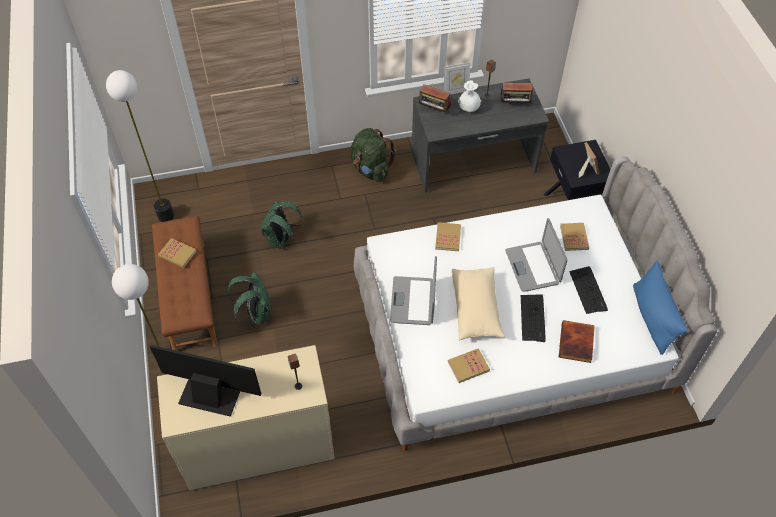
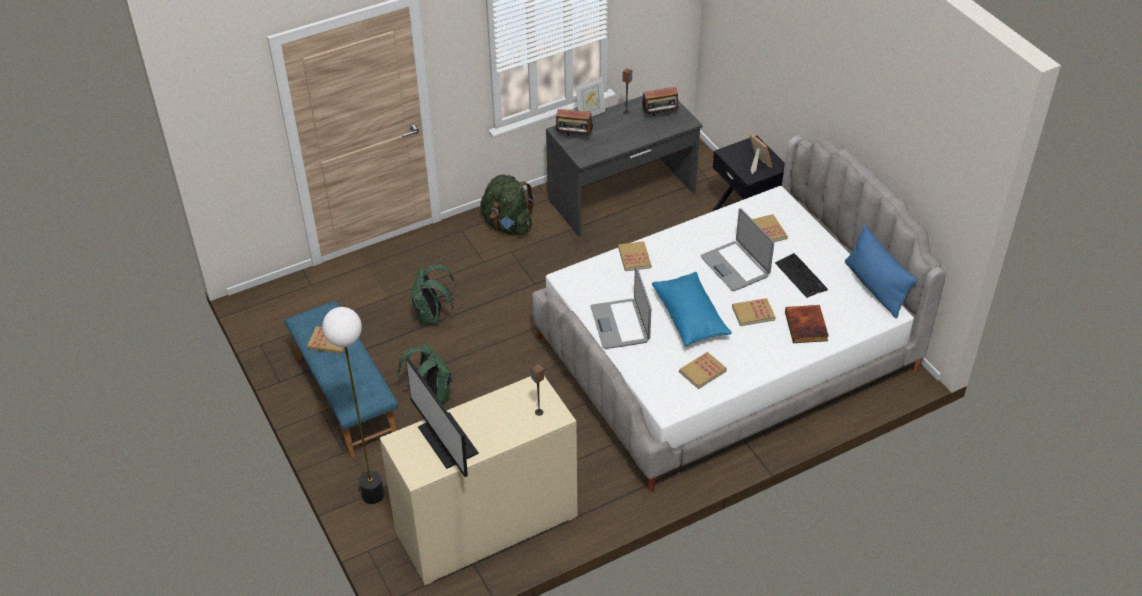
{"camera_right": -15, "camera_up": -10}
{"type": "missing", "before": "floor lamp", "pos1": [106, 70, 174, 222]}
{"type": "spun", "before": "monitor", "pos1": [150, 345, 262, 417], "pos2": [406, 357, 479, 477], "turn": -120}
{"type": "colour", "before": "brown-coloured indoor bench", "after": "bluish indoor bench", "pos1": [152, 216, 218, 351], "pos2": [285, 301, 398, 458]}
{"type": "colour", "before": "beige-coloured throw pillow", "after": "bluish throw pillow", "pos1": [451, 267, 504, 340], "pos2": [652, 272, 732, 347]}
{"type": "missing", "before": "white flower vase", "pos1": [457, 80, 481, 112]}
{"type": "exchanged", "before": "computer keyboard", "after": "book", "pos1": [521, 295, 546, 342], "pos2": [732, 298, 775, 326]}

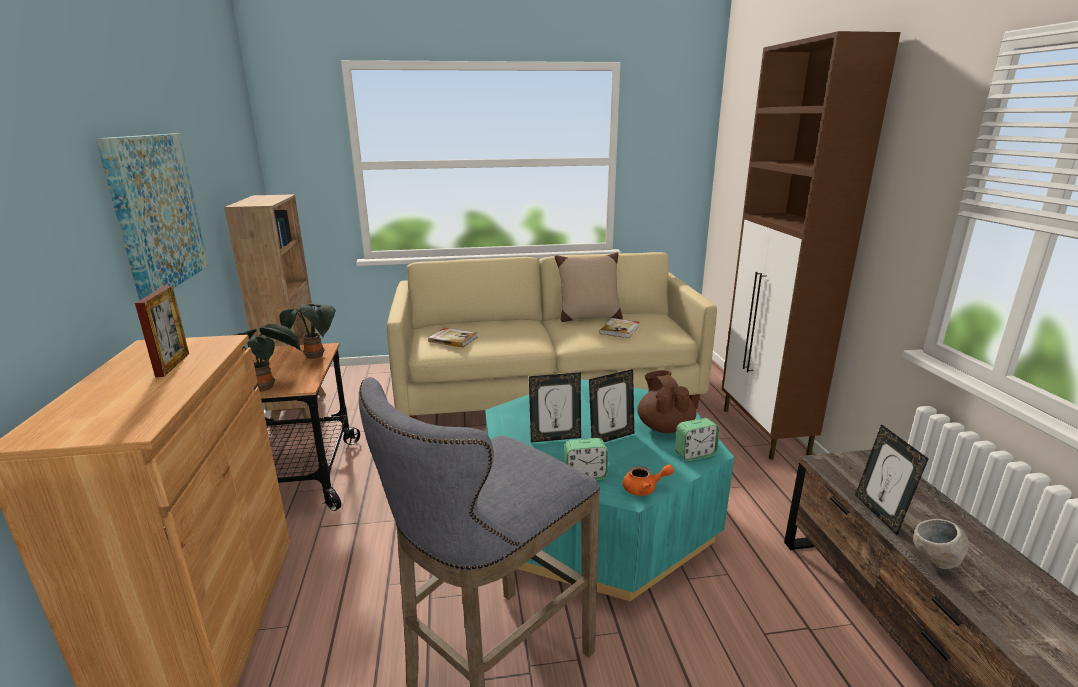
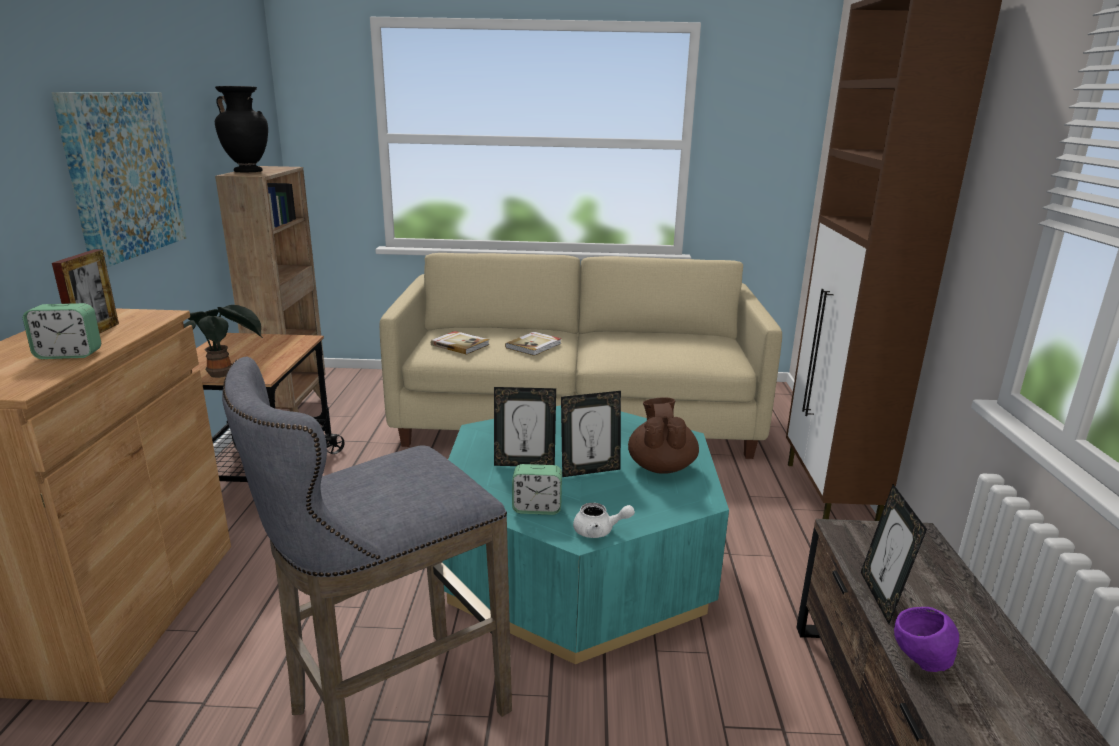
{"camera_right": 10, "camera_up": 0}
{"type": "missing", "before": "plant in a pot", "pos1": [280, 303, 335, 359]}
{"type": "missing", "before": "beige-coloured throw pillow", "pos1": [555, 252, 623, 322]}
{"type": "relocated", "before": "book", "pos1": [599, 318, 639, 338], "pos2": [505, 332, 562, 356]}
{"type": "colour", "before": "orange-coloured pot for tea", "after": "white pot for tea", "pos1": [623, 464, 674, 496], "pos2": [573, 503, 635, 538]}
{"type": "relocated", "before": "alarm clock", "pos1": [675, 418, 719, 461], "pos2": [23, 303, 101, 359]}
{"type": "colour", "before": "gray bowl", "after": "purple-coloured bowl", "pos1": [913, 519, 969, 569], "pos2": [894, 607, 959, 672]}
{"type": "appeared", "after": "blackish flower vase", "pos2": [215, 86, 268, 172]}

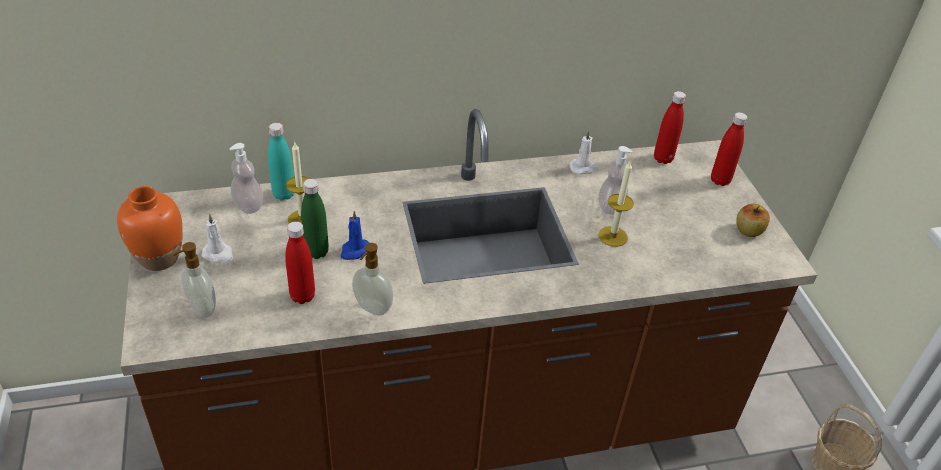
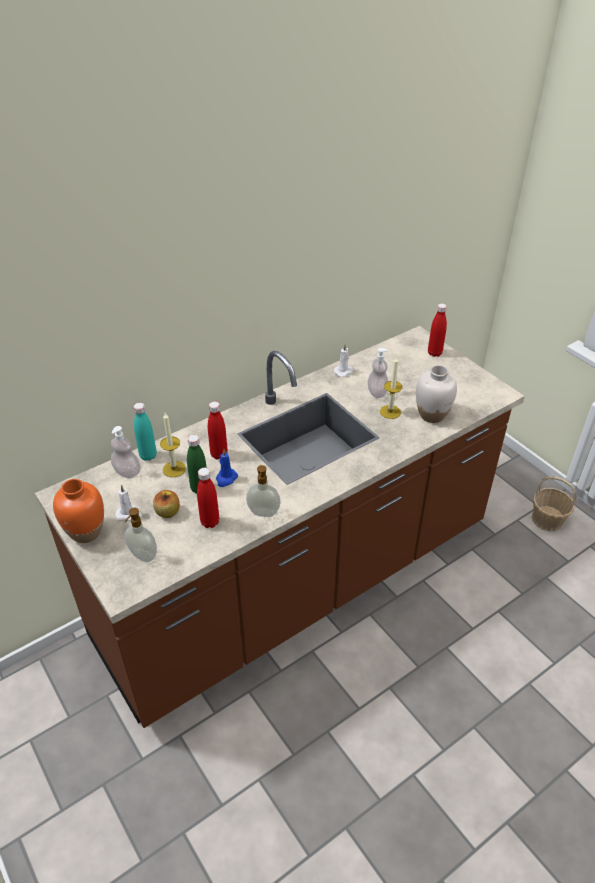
{"camera_right": -20, "camera_up": 0}
{"type": "relocated", "before": "red drink bottle", "pos1": [654, 91, 686, 164], "pos2": [208, 401, 228, 460]}
{"type": "relocated", "before": "whole apple", "pos1": [736, 204, 770, 237], "pos2": [153, 490, 180, 518]}
{"type": "appeared", "after": "white flower vase", "pos2": [416, 365, 457, 423]}

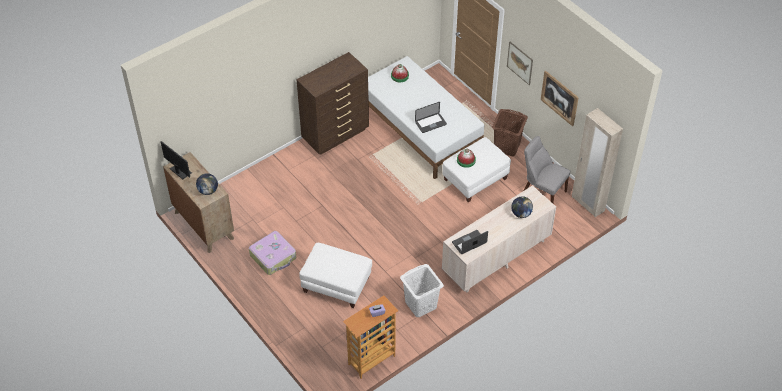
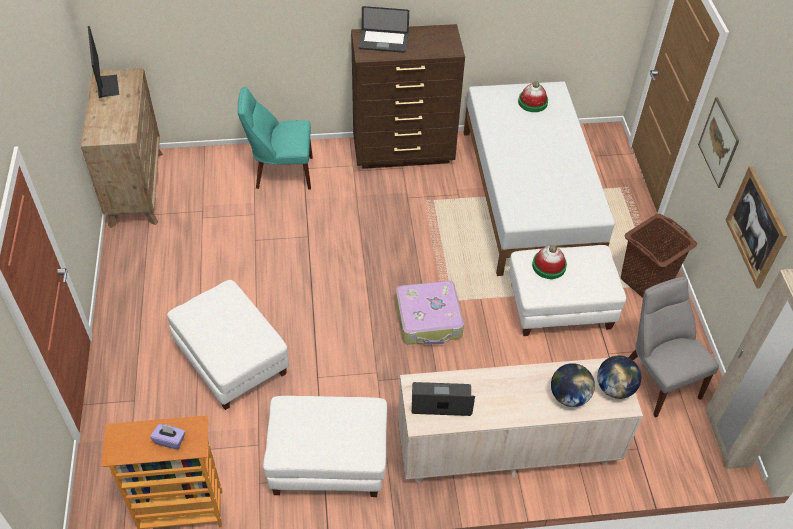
{"camera_right": 30, "camera_up": 0}
{"type": "relocated", "before": "desk globe", "pos1": [196, 173, 218, 195], "pos2": [597, 355, 641, 399]}
{"type": "relocated", "before": "travel case", "pos1": [249, 231, 296, 275], "pos2": [396, 281, 464, 344]}
{"type": "exchanged", "before": "white laundry basket", "after": "white ottoman", "pos1": [400, 264, 444, 317], "pos2": [263, 396, 387, 497]}
{"type": "relocated", "before": "notebook computer", "pos1": [415, 102, 447, 133], "pos2": [359, 6, 409, 53]}
{"type": "appeared", "after": "turquoise plain chair", "pos2": [238, 87, 313, 189]}

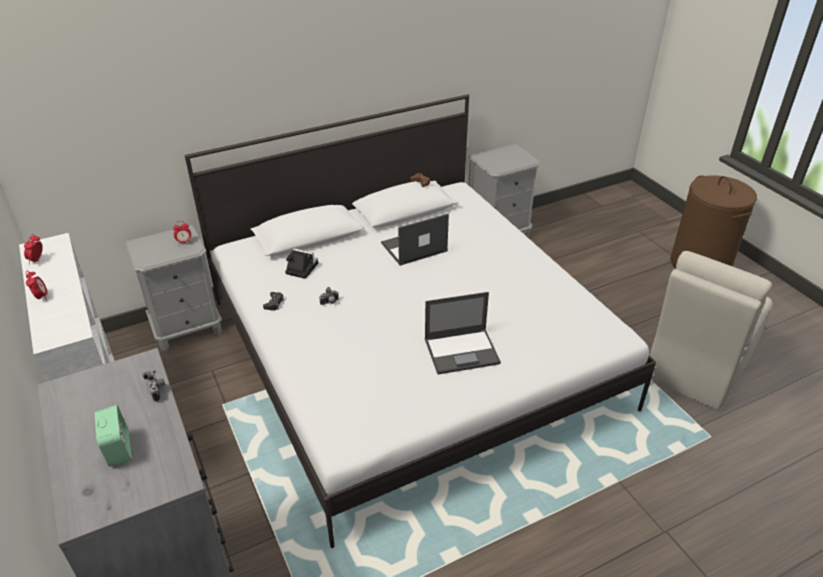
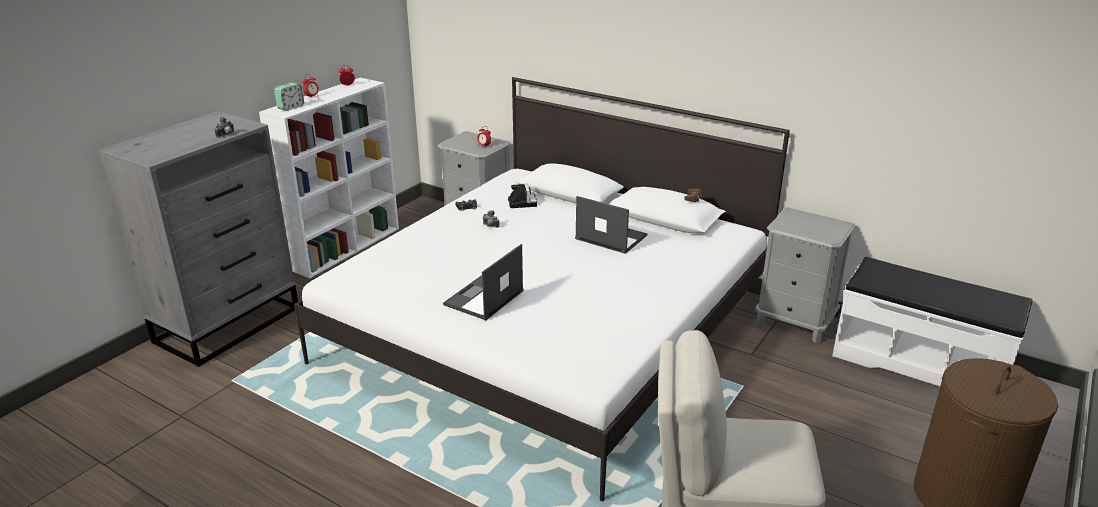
{"camera_right": 60, "camera_up": -10}
{"type": "relocated", "before": "alarm clock", "pos1": [95, 405, 132, 467], "pos2": [274, 83, 304, 111]}
{"type": "spun", "before": "notebook computer", "pos1": [425, 292, 501, 375], "pos2": [443, 244, 524, 320], "turn": 75}
{"type": "appeared", "after": "white indoor bench", "pos2": [832, 257, 1033, 386]}

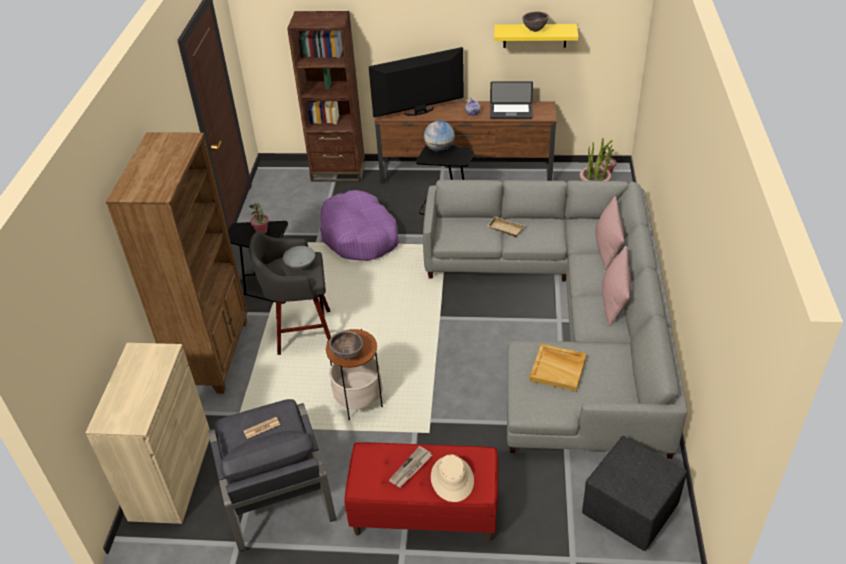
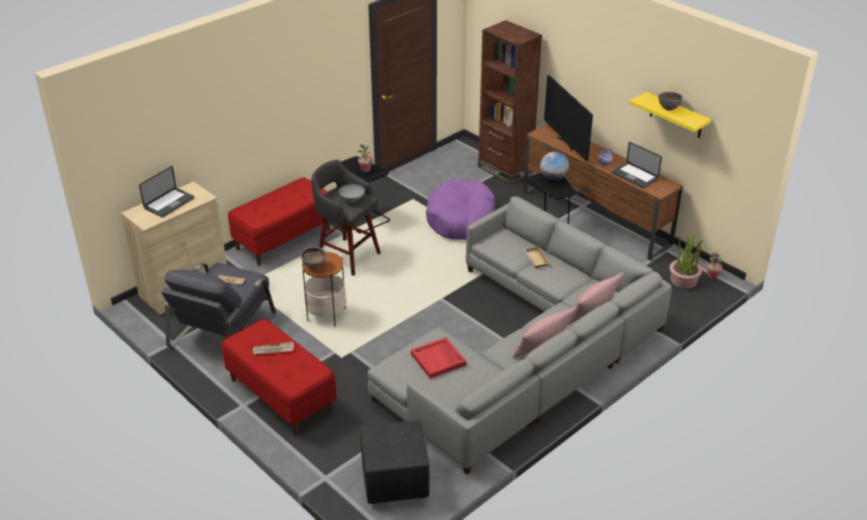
{"camera_right": 40, "camera_up": -5}
{"type": "exchanged", "before": "brown-coloured bookshelf", "after": "red indoor bench", "pos1": [106, 132, 248, 394], "pos2": [228, 177, 330, 266]}
{"type": "spun", "before": "television", "pos1": [369, 47, 464, 117], "pos2": [544, 75, 593, 162], "turn": -135}
{"type": "missing", "before": "beige-coloured hat", "pos1": [431, 454, 474, 502]}
{"type": "colour", "before": "beige-coloured carrying tray", "after": "red carrying tray", "pos1": [529, 344, 587, 392], "pos2": [411, 337, 466, 379]}
{"type": "appeared", "after": "notebook computer", "pos2": [139, 166, 194, 217]}

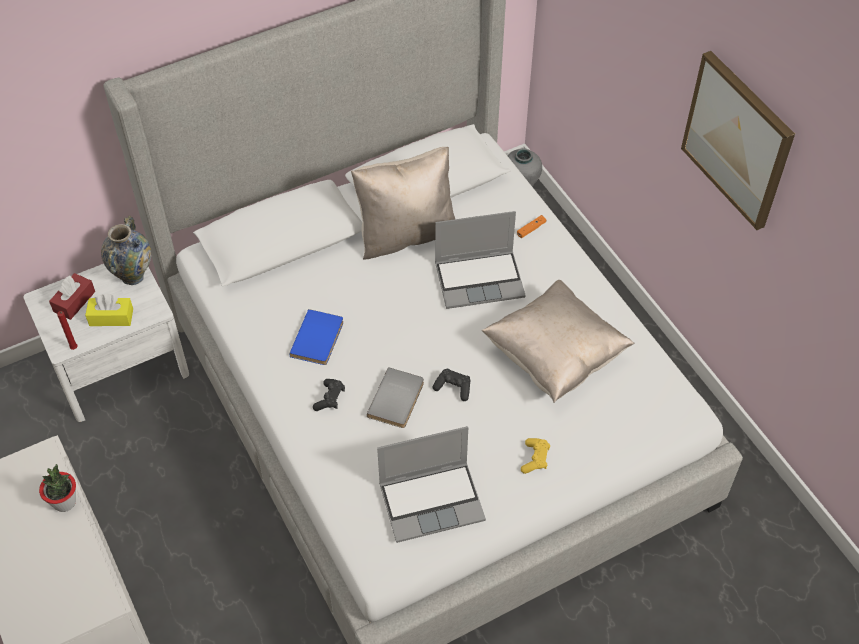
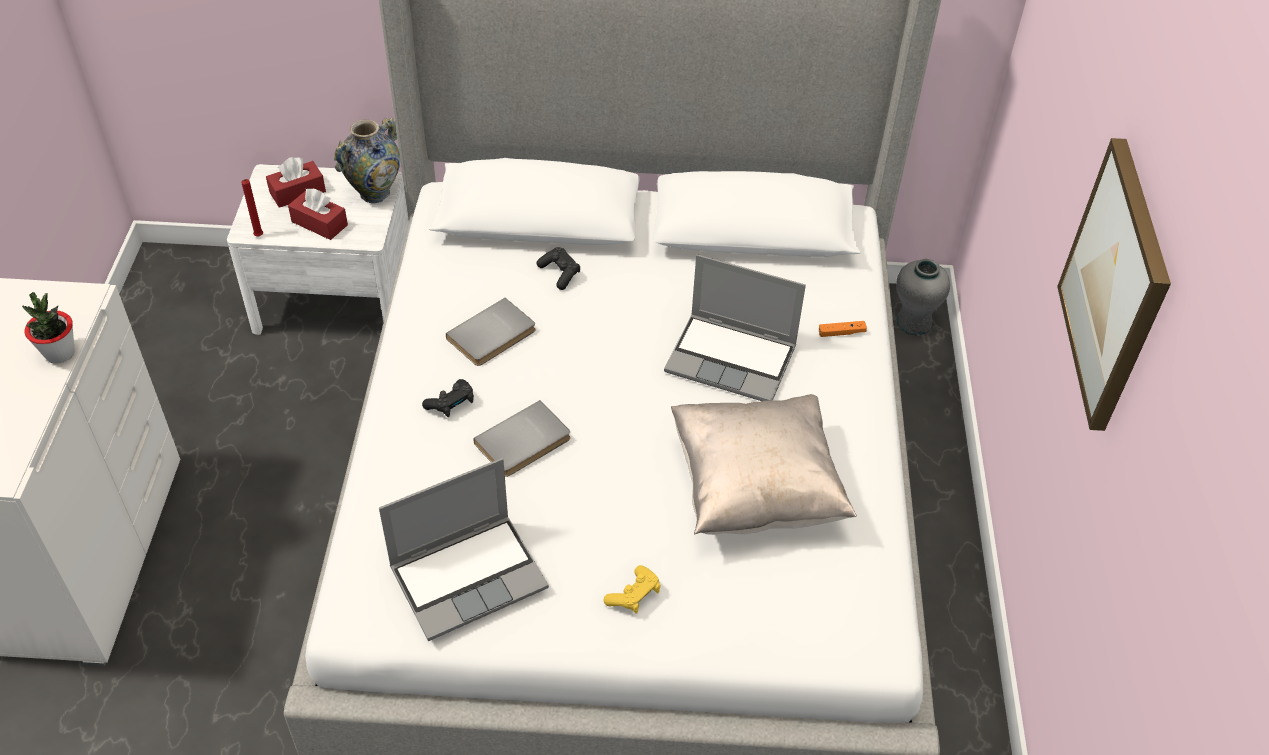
{"camera_right": 30, "camera_up": -5}
{"type": "colour", "before": "yellow-coloured tissue holder", "after": "red tissue holder", "pos1": [85, 294, 133, 326], "pos2": [288, 188, 348, 240]}
{"type": "colour", "before": "bluish book", "after": "gray book", "pos1": [289, 309, 343, 365], "pos2": [446, 298, 535, 366]}
{"type": "missing", "before": "beige-coloured throw pillow", "pos1": [351, 147, 455, 259]}
{"type": "spun", "before": "notebook computer", "pos1": [377, 426, 486, 543], "pos2": [379, 458, 549, 641], "turn": -45}
{"type": "relocated", "before": "blackish gamepad", "pos1": [433, 369, 470, 401], "pos2": [537, 247, 580, 290]}

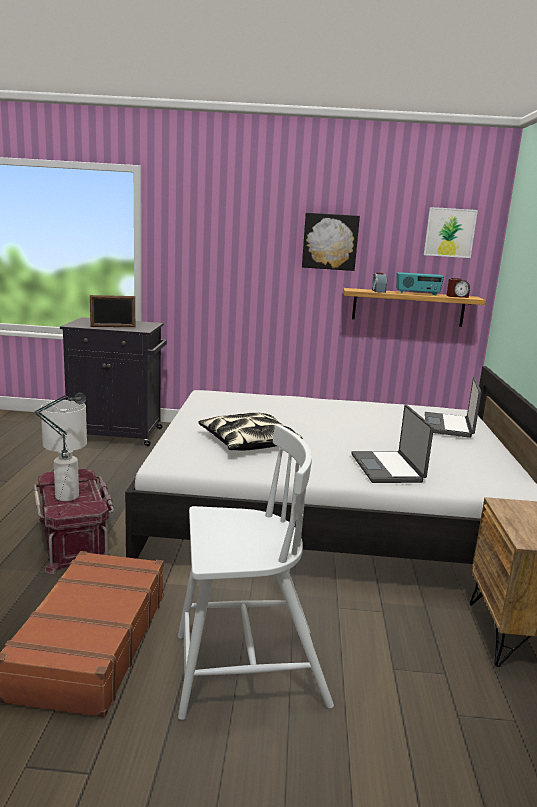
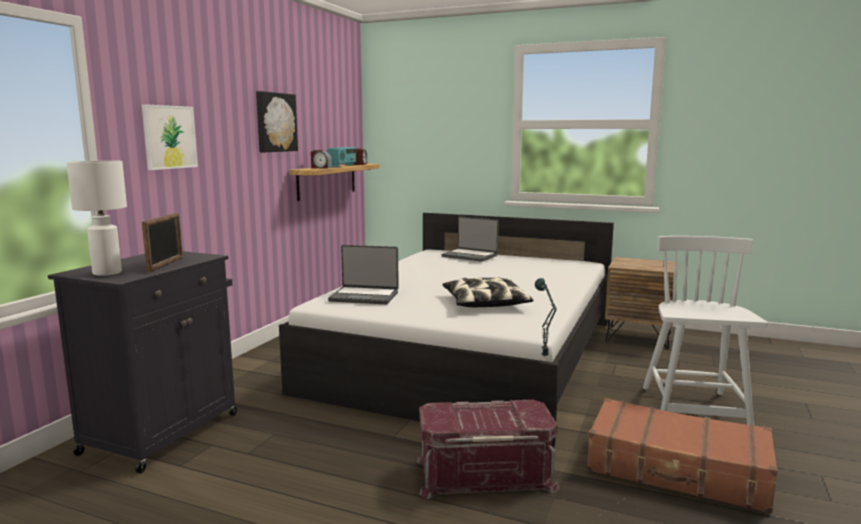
{"camera_right": -70, "camera_up": -5}
{"type": "relocated", "before": "white tabletop lamp", "pos1": [41, 400, 87, 501], "pos2": [66, 160, 127, 276]}
{"type": "relocated", "before": "notebook computer", "pos1": [351, 405, 434, 483], "pos2": [328, 245, 399, 304]}
{"type": "relocated", "before": "wall art", "pos1": [424, 207, 478, 258], "pos2": [142, 104, 198, 170]}

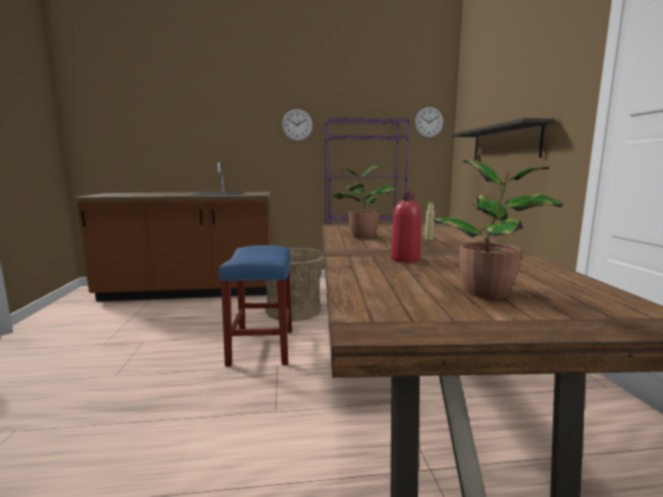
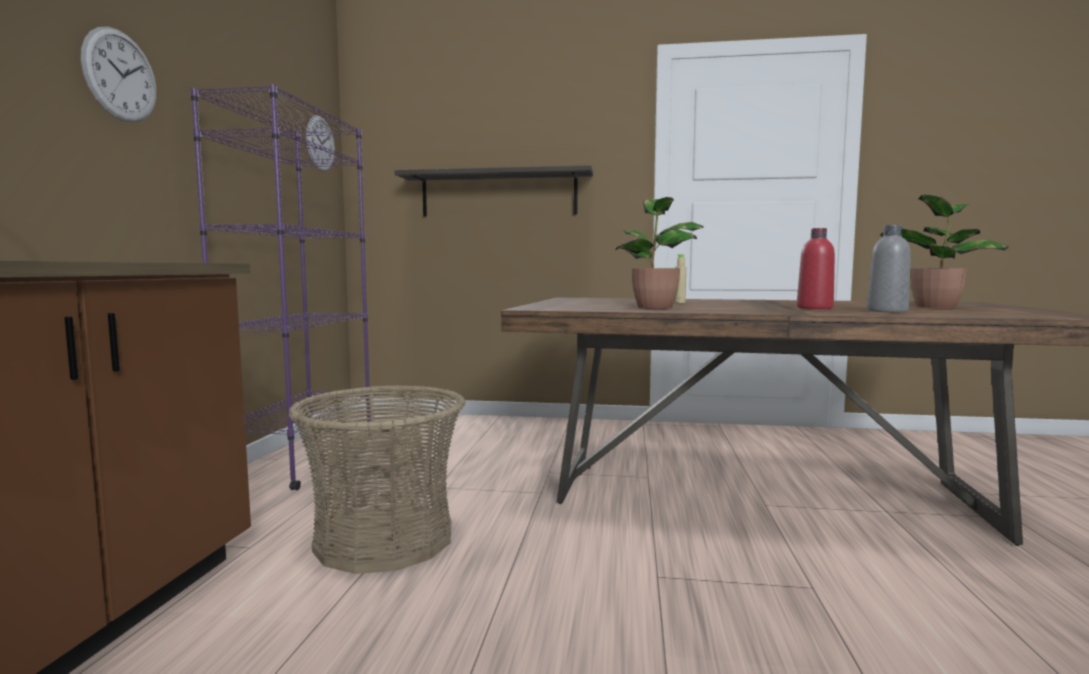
{"camera_right": -75, "camera_up": -5}
{"type": "missing", "before": "bluish sitting stool", "pos1": [219, 245, 292, 367]}
{"type": "appeared", "after": "gray drink bottle", "pos2": [867, 225, 911, 312]}

